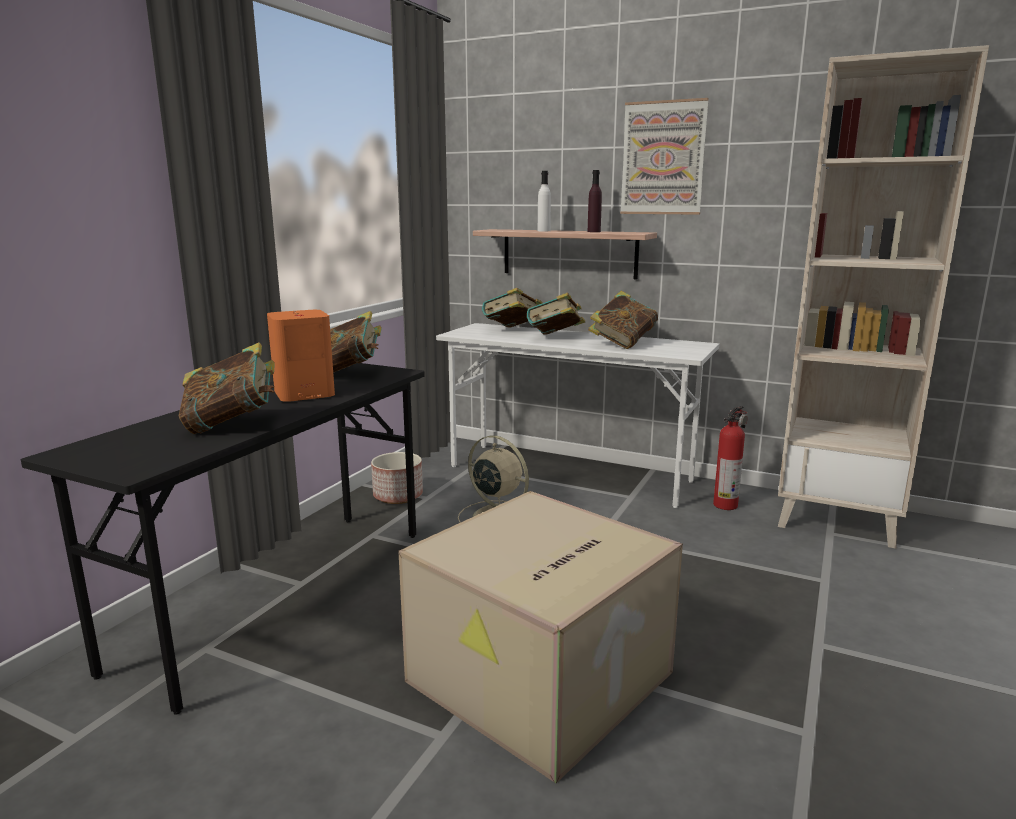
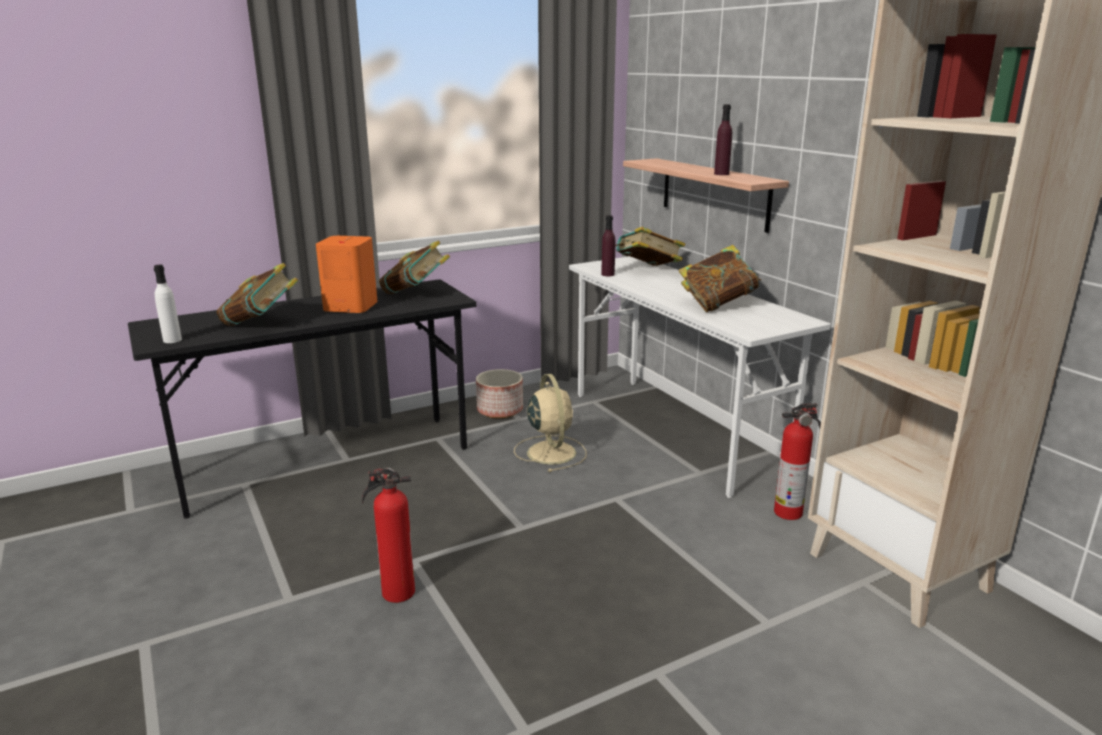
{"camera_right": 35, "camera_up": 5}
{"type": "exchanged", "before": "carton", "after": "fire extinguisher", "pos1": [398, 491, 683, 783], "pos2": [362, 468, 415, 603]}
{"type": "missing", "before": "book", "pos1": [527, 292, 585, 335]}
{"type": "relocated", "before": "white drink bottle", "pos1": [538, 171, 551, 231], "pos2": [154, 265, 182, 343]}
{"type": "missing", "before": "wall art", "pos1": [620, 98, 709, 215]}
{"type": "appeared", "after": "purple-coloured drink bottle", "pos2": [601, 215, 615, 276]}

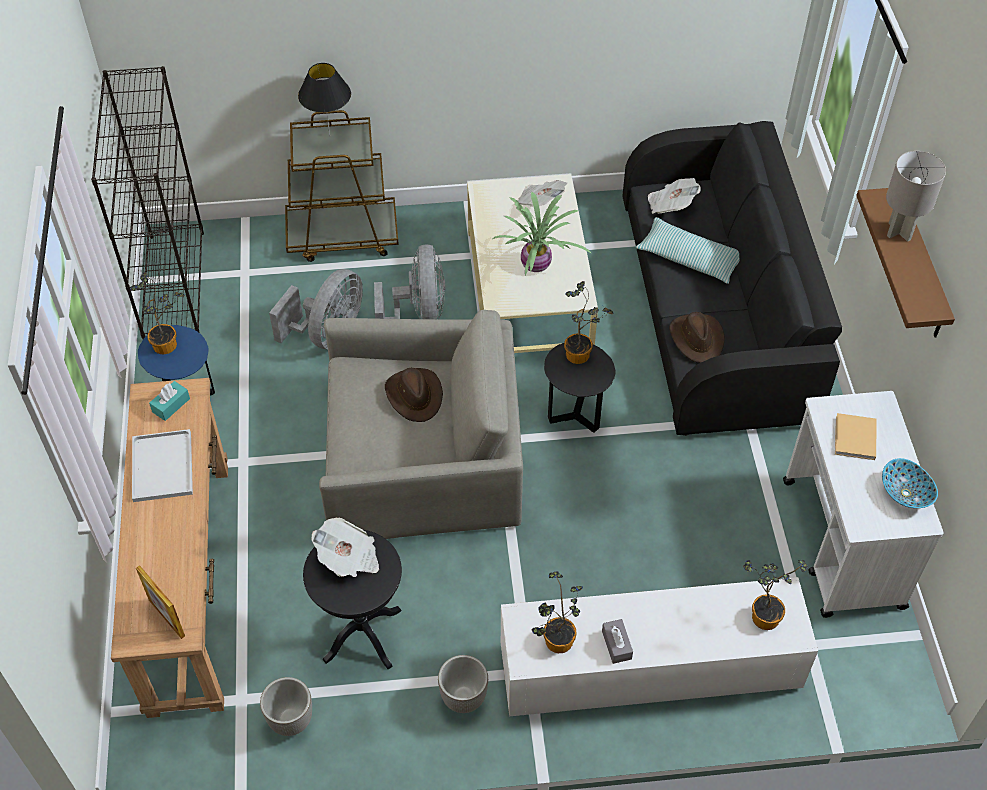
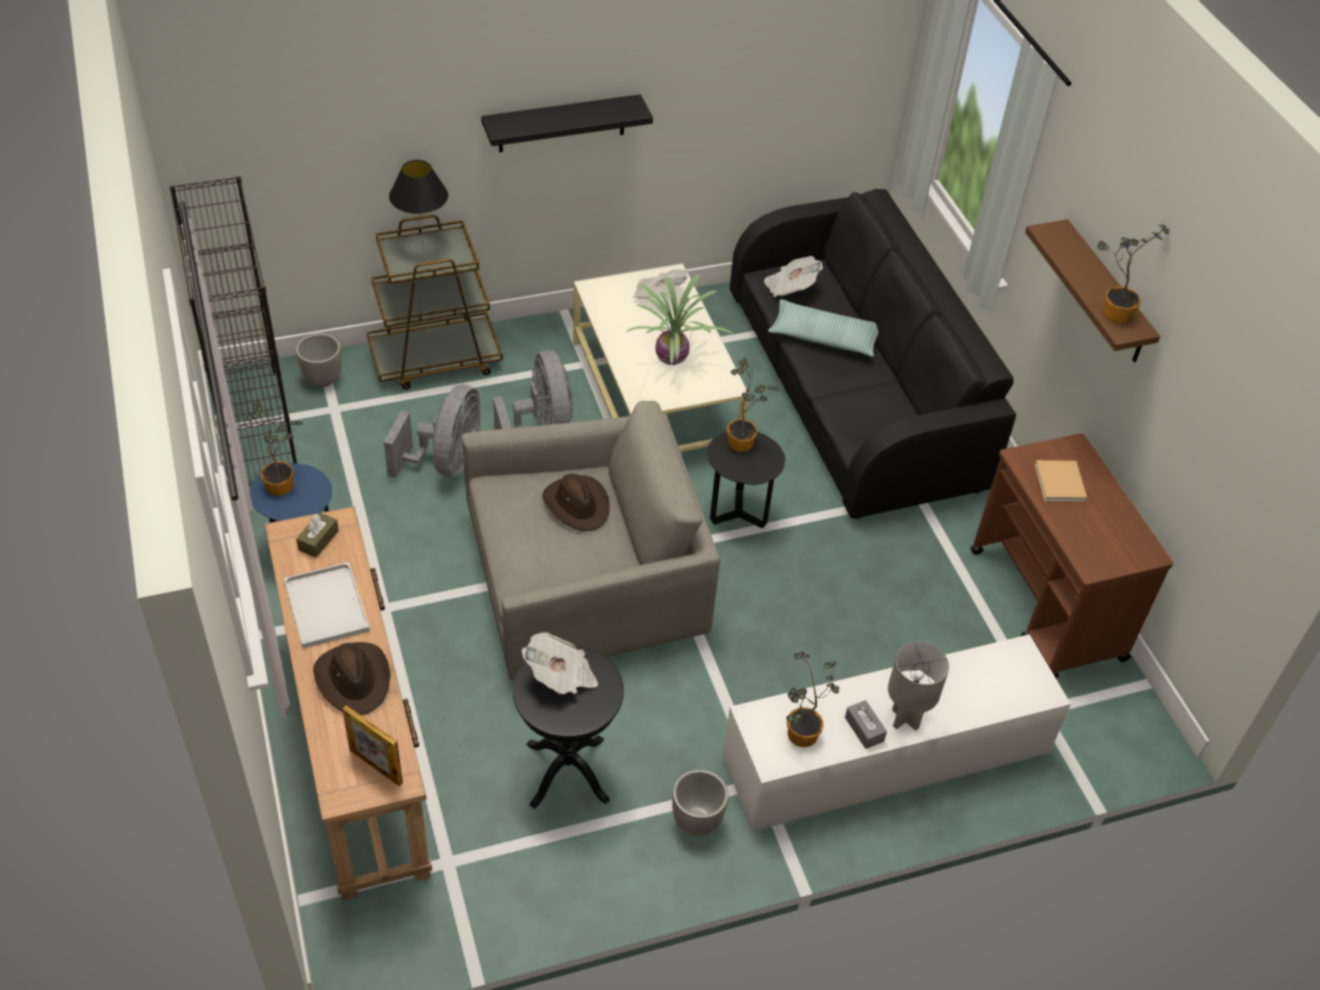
{"camera_right": -15, "camera_up": -5}
{"type": "colour", "before": "turquoise tissue holder", "after": "brown-coloured tissue holder", "pos1": [149, 381, 190, 421], "pos2": [296, 512, 339, 558]}
{"type": "relocated", "before": "flower pot", "pos1": [260, 677, 312, 736], "pos2": [296, 333, 342, 387]}
{"type": "relocated", "before": "brown-coloured hat", "pos1": [669, 312, 725, 363], "pos2": [313, 642, 391, 715]}
{"type": "relocated", "before": "plant in a pot", "pos1": [743, 560, 808, 630], "pos2": [1097, 225, 1170, 323]}
{"type": "colour", "before": "white trolley", "after": "brown-coloured trolley", "pos1": [783, 391, 944, 618], "pos2": [970, 433, 1173, 678]}
{"type": "missing", "before": "bowl", "pos1": [882, 458, 938, 508]}
{"type": "relocated", "before": "gray tabletop lamp", "pos1": [886, 151, 946, 242], "pos2": [888, 641, 949, 731]}
{"type": "appeared", "after": "blackish shelf", "pos2": [481, 94, 653, 152]}

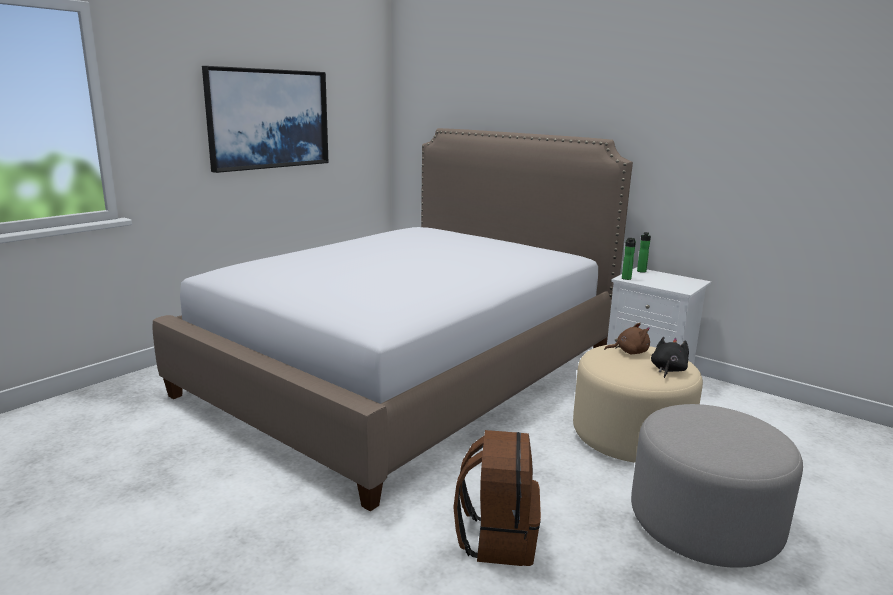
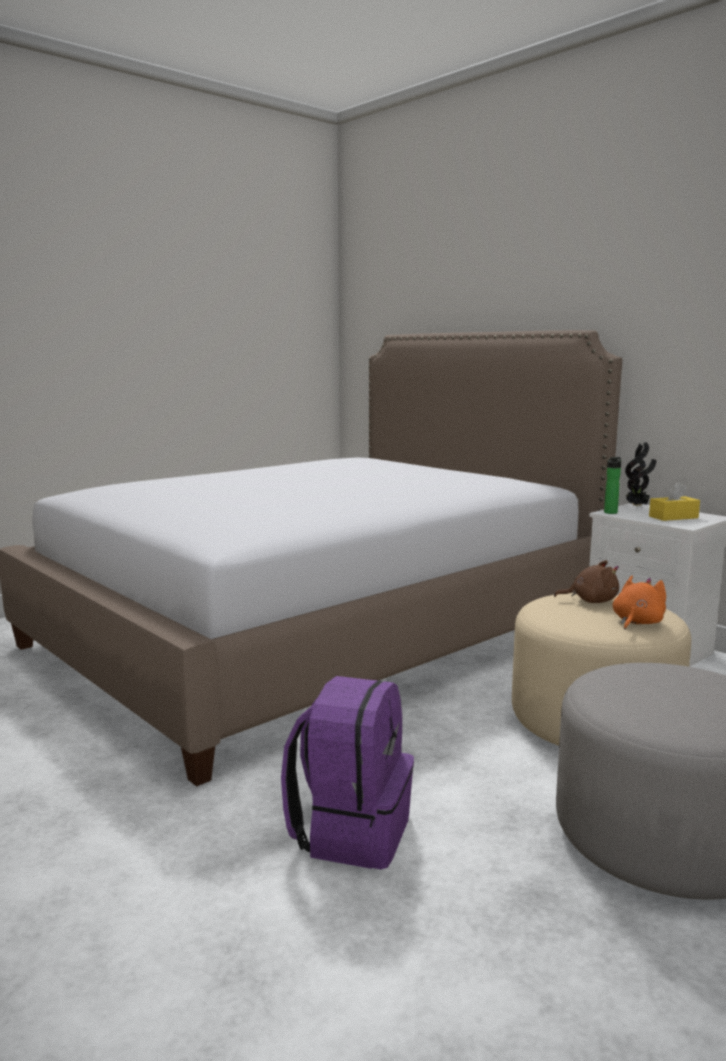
{"camera_right": 10, "camera_up": -5}
{"type": "missing", "before": "wall art", "pos1": [202, 66, 329, 173]}
{"type": "colour", "before": "brown-coloured knapsack", "after": "purple-coloured knapsack", "pos1": [453, 430, 541, 566], "pos2": [281, 676, 414, 869]}
{"type": "exchanged", "before": "drink bottle", "after": "plant in a pot", "pos1": [637, 232, 651, 273], "pos2": [625, 442, 656, 506]}
{"type": "colour", "before": "blackish cuddly toy", "after": "orange-coloured cuddly toy", "pos1": [651, 337, 689, 378], "pos2": [613, 576, 666, 630]}
{"type": "appeared", "after": "yellow-coloured tissue holder", "pos2": [649, 482, 700, 521]}

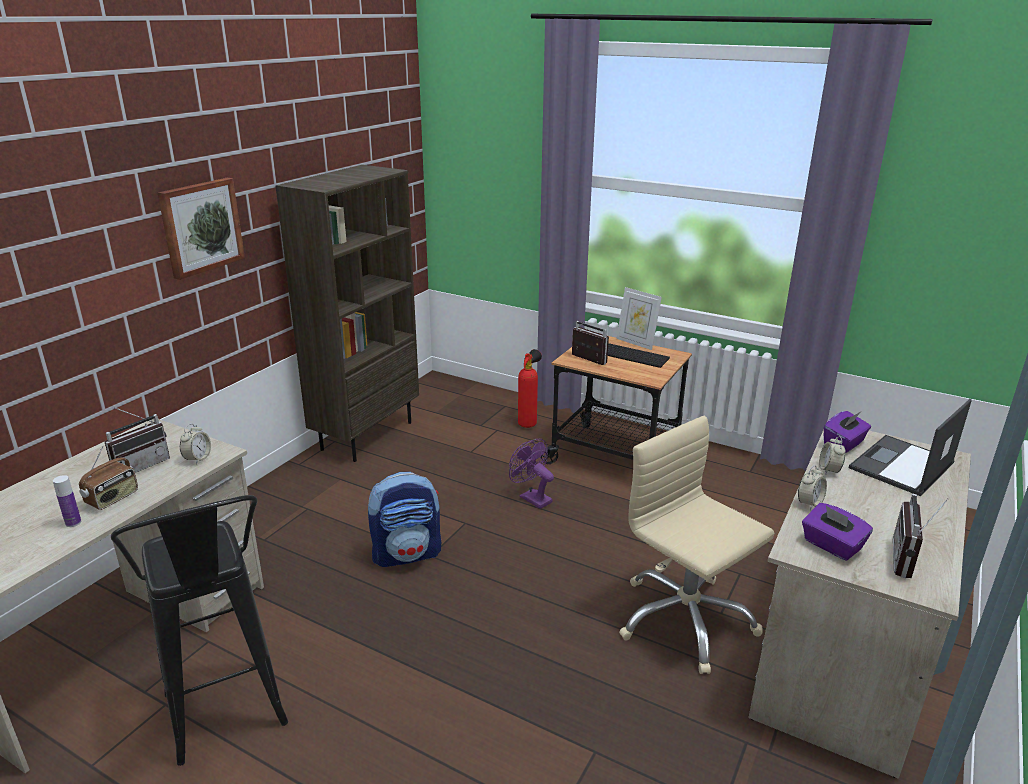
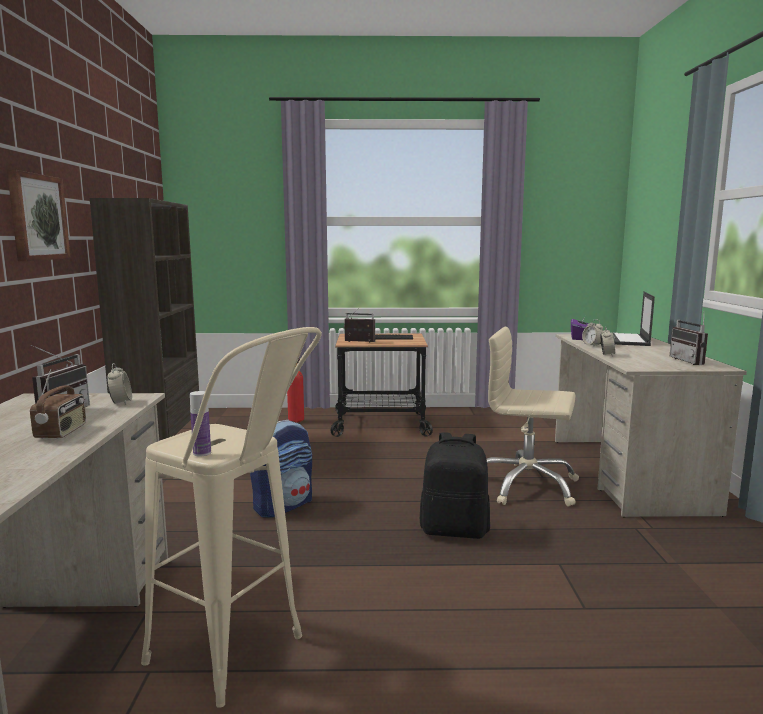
{"camera_right": -30, "camera_up": -15}
{"type": "relocated", "before": "drink bottle", "pos1": [53, 475, 81, 527], "pos2": [190, 391, 211, 456]}
{"type": "colour", "before": "blackish sitting stool", "after": "beige-coloured sitting stool", "pos1": [111, 495, 288, 766], "pos2": [141, 327, 322, 708]}
{"type": "missing", "before": "purple-coloured fan", "pos1": [509, 439, 554, 509]}
{"type": "missing", "before": "picture frame", "pos1": [616, 287, 662, 350]}
{"type": "missing", "before": "purple-coloured tissue holder", "pos1": [802, 503, 873, 561]}
{"type": "appeared", "after": "blackish knapsack", "pos2": [420, 432, 490, 539]}

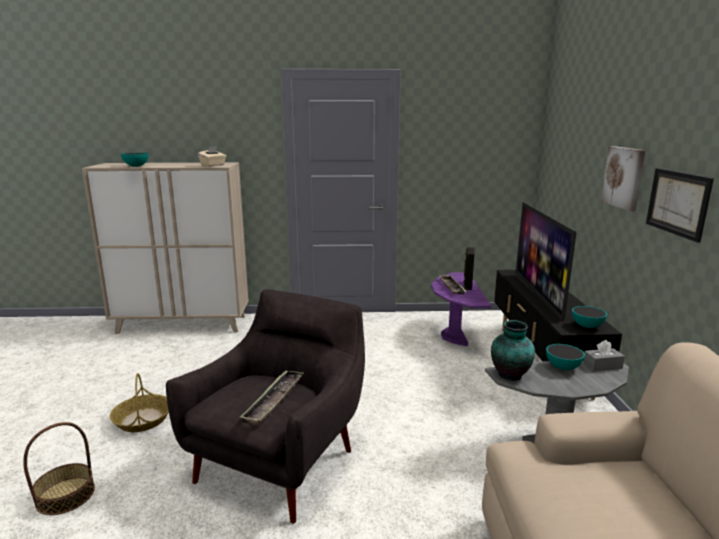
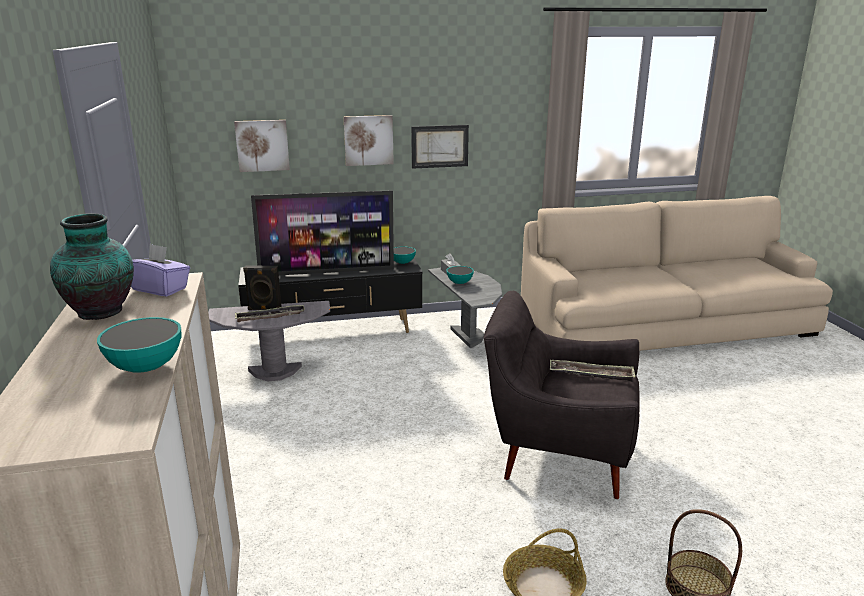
{"camera_right": -100, "camera_up": 5}
{"type": "colour", "before": "beige-coloured tissue holder", "after": "purple-coloured tissue holder", "pos1": [198, 146, 226, 167], "pos2": [131, 244, 190, 297]}
{"type": "colour", "before": "purple-coloured side table", "after": "gray side table", "pos1": [431, 273, 491, 346], "pos2": [208, 301, 330, 381]}
{"type": "relocated", "before": "flower vase", "pos1": [491, 320, 535, 381], "pos2": [50, 213, 134, 320]}
{"type": "appeared", "after": "wall art", "pos2": [234, 120, 290, 172]}

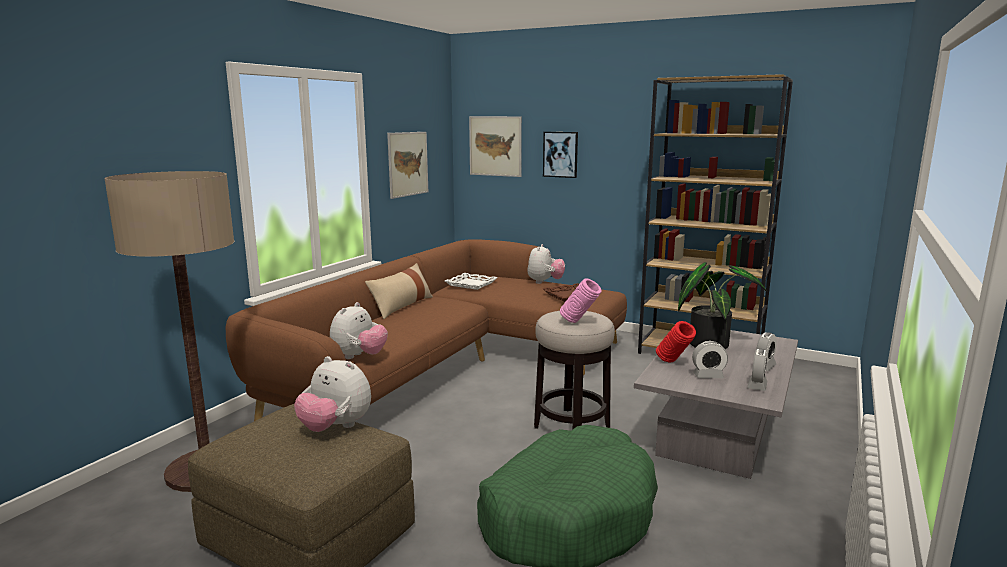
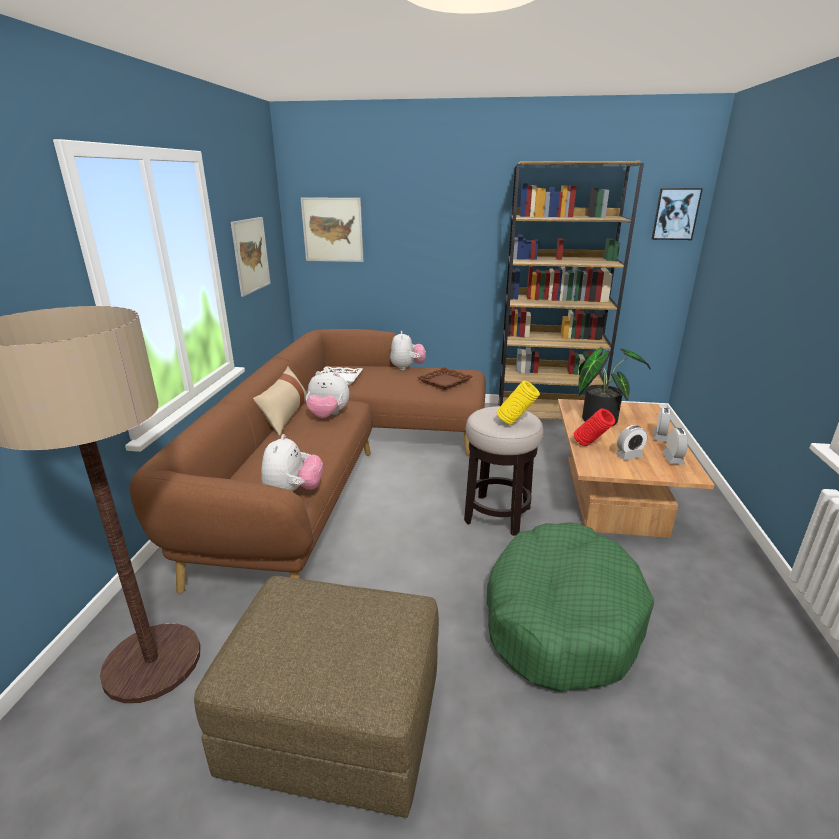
{"camera_right": -20, "camera_up": 10}
{"type": "relocated", "before": "cuddly toy", "pos1": [294, 356, 371, 432], "pos2": [306, 371, 349, 418]}
{"type": "relocated", "before": "wall art", "pos1": [543, 132, 578, 178], "pos2": [652, 188, 703, 240]}
{"type": "colour", "before": "pink-coloured flower vase", "after": "yellow-coloured flower vase", "pos1": [560, 278, 602, 323], "pos2": [496, 380, 540, 425]}
{"type": "colour", "before": "gray coffee table", "after": "brown-coloured coffee table", "pos1": [634, 330, 798, 479], "pos2": [558, 399, 715, 538]}

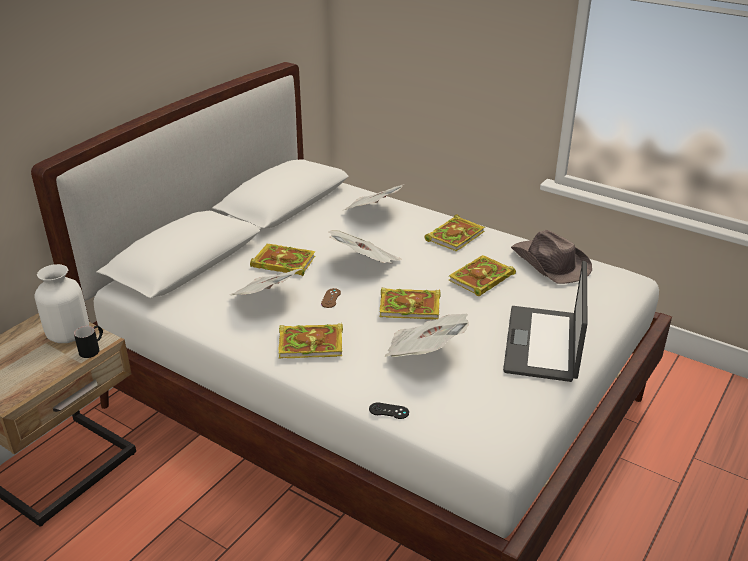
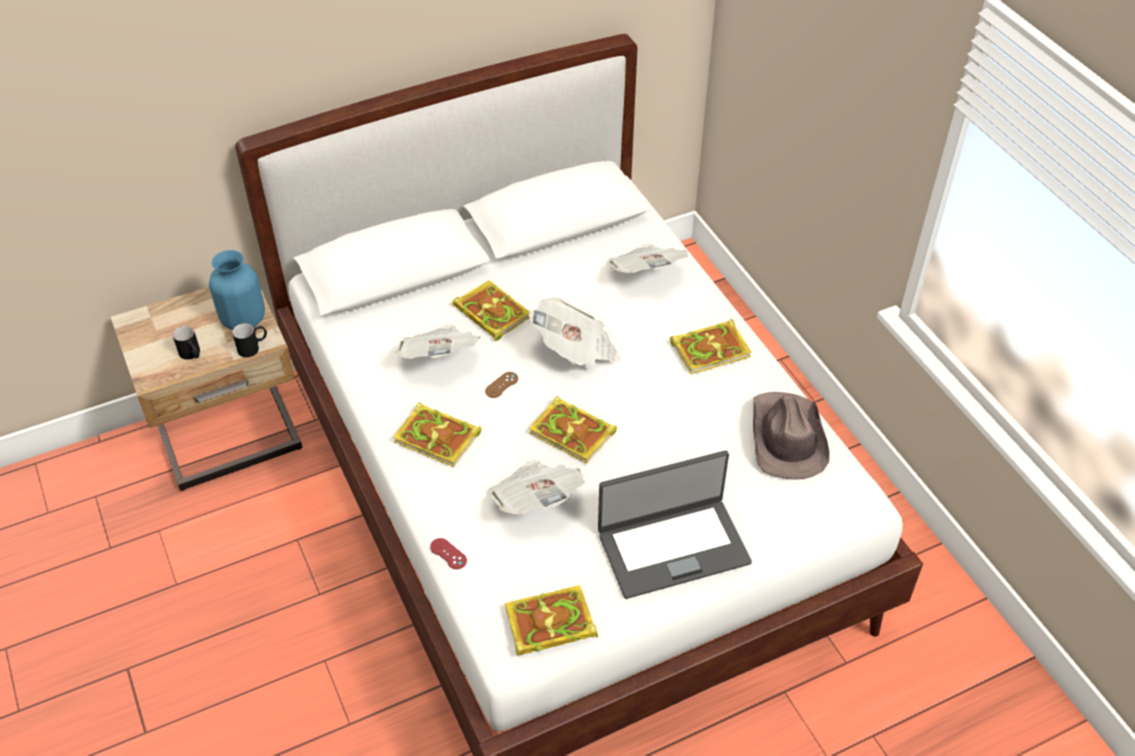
{"camera_right": 30, "camera_up": 15}
{"type": "colour", "before": "white flower vase", "after": "bluish flower vase", "pos1": [34, 264, 89, 343], "pos2": [209, 250, 265, 330]}
{"type": "colour", "before": "blackish gamepad", "after": "red gamepad", "pos1": [369, 402, 409, 419], "pos2": [430, 538, 467, 569]}
{"type": "relocated", "before": "book", "pos1": [449, 255, 516, 296], "pos2": [505, 585, 598, 656]}
{"type": "spun", "before": "notebook computer", "pos1": [503, 261, 588, 382], "pos2": [598, 450, 752, 599], "turn": -150}
{"type": "appeared", "after": "blackish mug", "pos2": [173, 326, 200, 360]}

